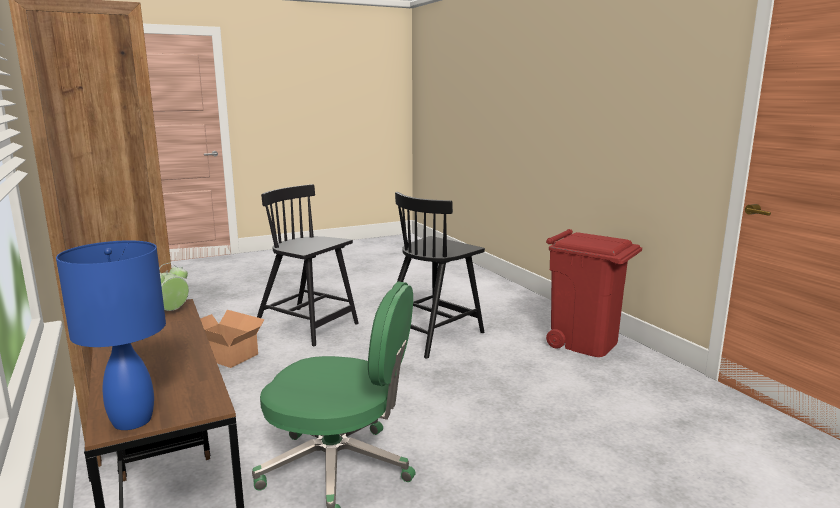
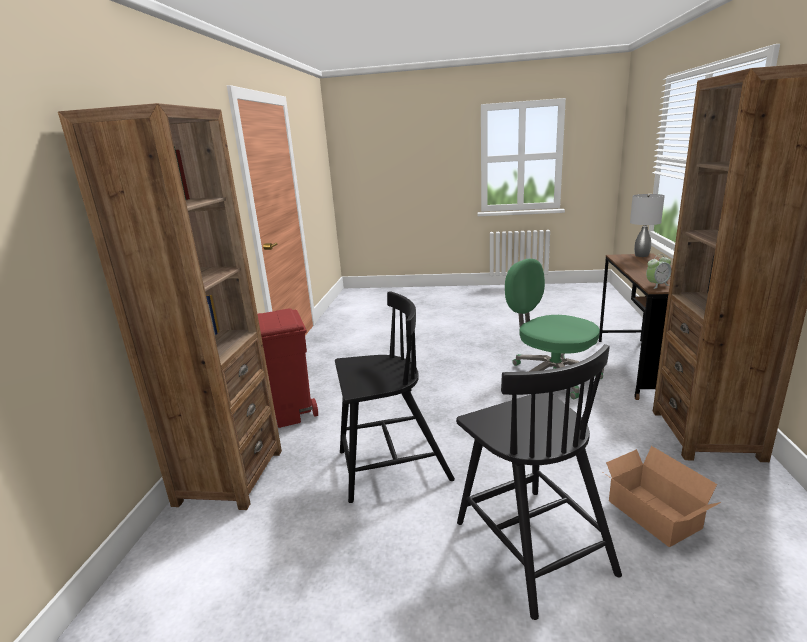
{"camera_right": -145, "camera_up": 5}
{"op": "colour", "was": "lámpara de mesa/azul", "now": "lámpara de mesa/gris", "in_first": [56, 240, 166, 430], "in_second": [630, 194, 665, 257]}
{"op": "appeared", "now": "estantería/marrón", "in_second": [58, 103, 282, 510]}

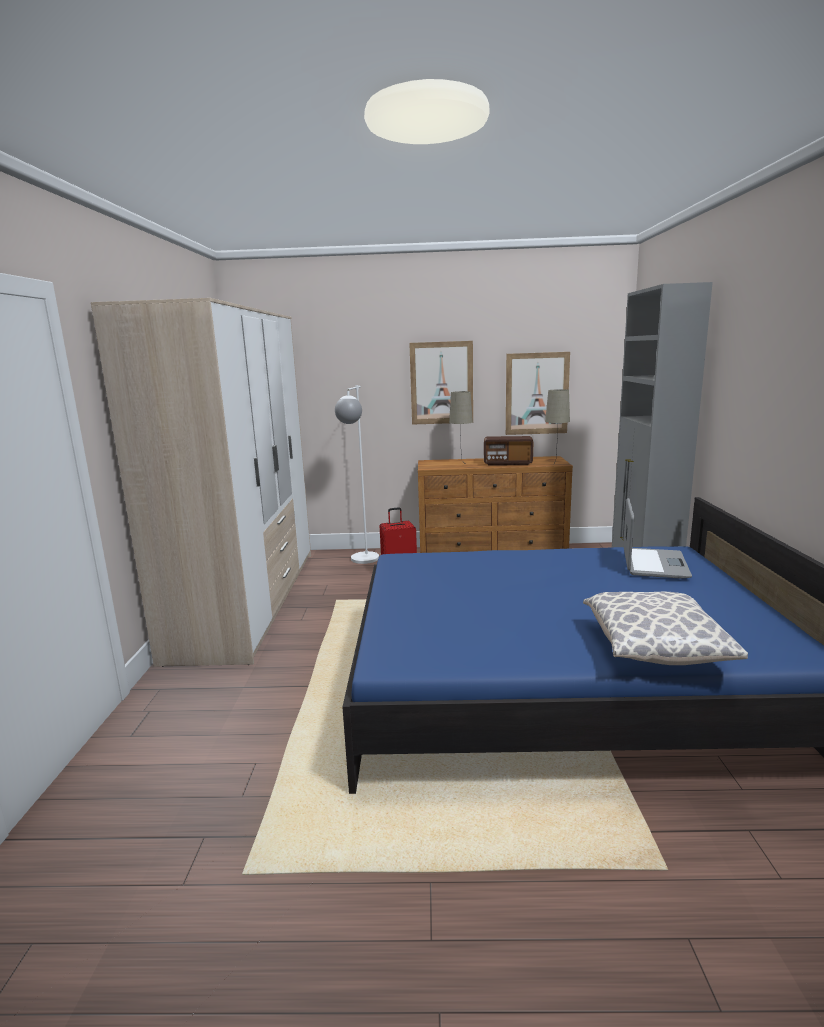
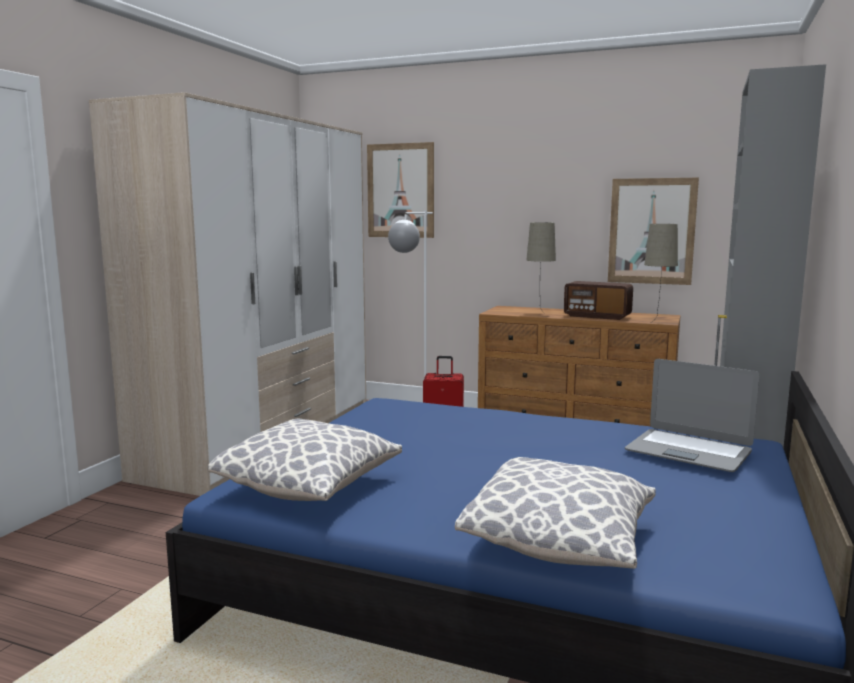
{"camera_right": 20, "camera_up": -5}
{"op": "relocated", "was": "cuadro", "in_first": [409, 341, 473, 425], "in_second": [367, 142, 434, 238]}
{"op": "spun", "was": "portátil", "in_first": [623, 498, 692, 578], "in_second": [625, 359, 760, 472], "clockwise": 90}
{"op": "appeared", "now": "cojín", "in_second": [208, 419, 402, 501]}

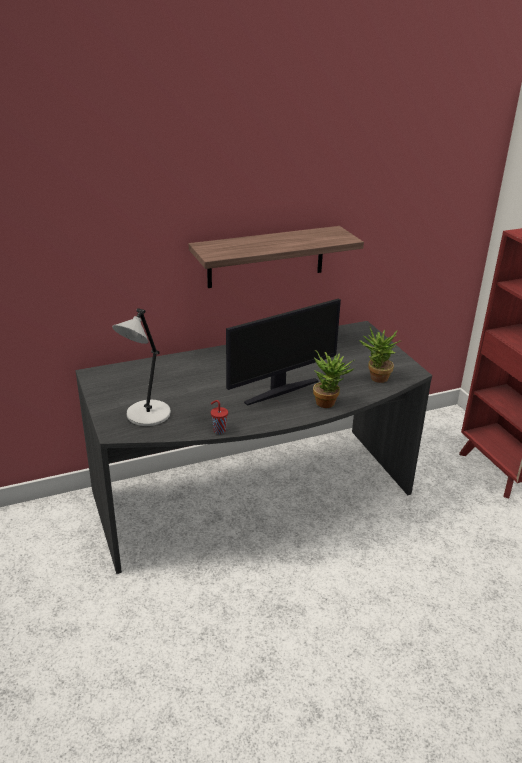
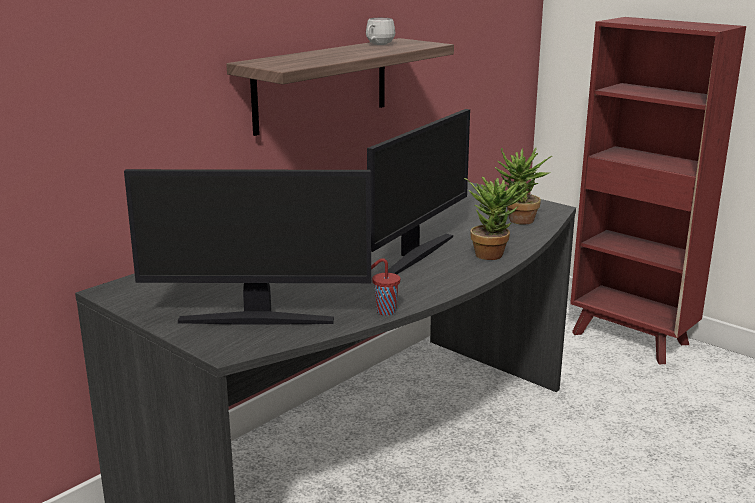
{"camera_right": -25, "camera_up": -10}
{"op": "exchanged", "was": "lámpara de mesa/gris", "now": "monitor", "in_first": [112, 308, 171, 426], "in_second": [124, 169, 371, 325]}
{"op": "appeared", "now": "taza grande/blanco", "in_second": [366, 18, 395, 45]}

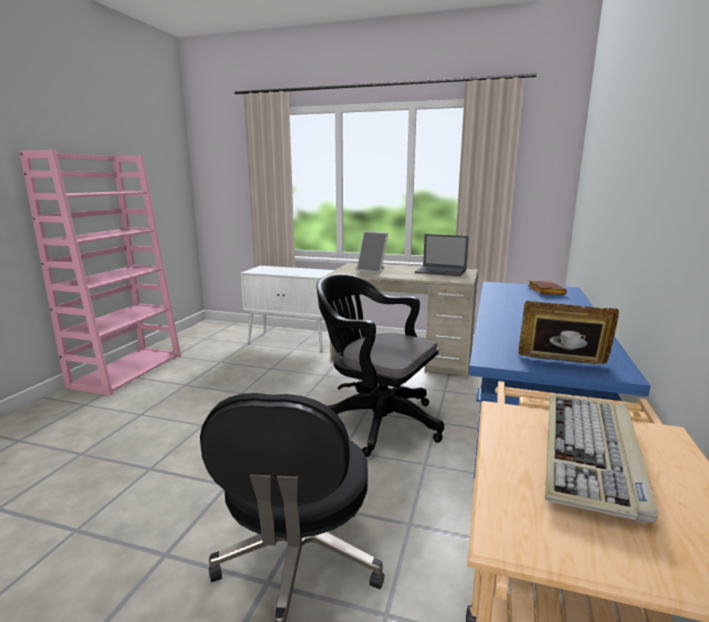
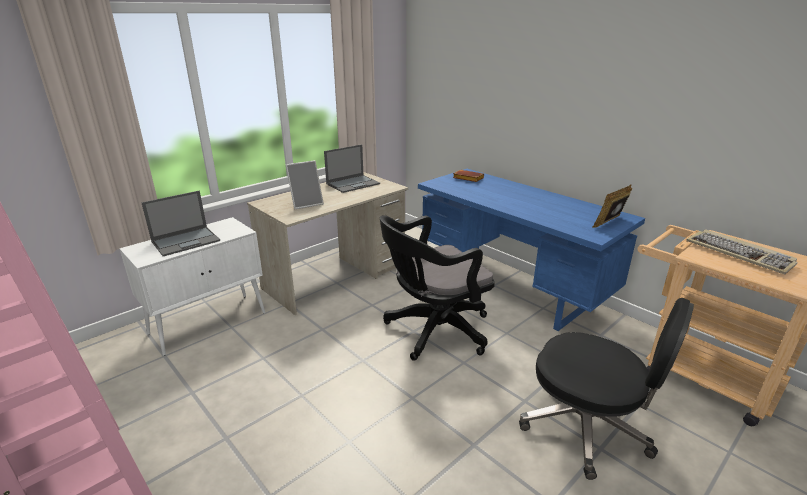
{"camera_right": -60, "camera_up": 10}
{"op": "appeared", "now": "portátil", "in_second": [141, 191, 220, 256]}

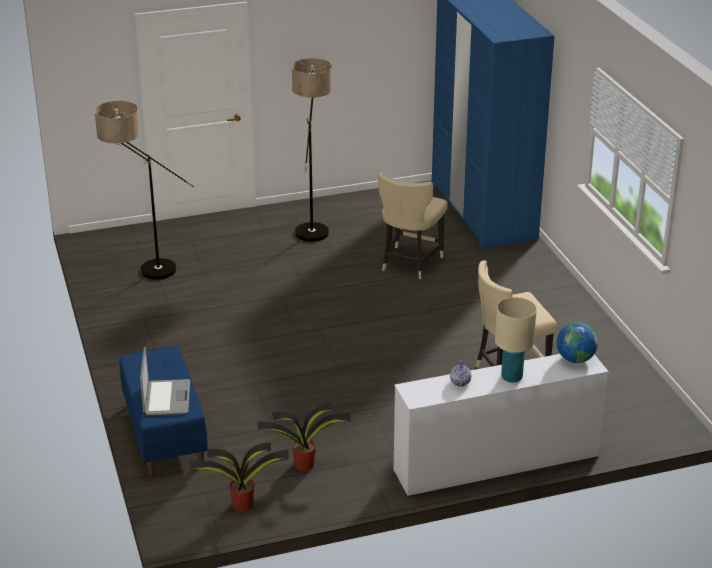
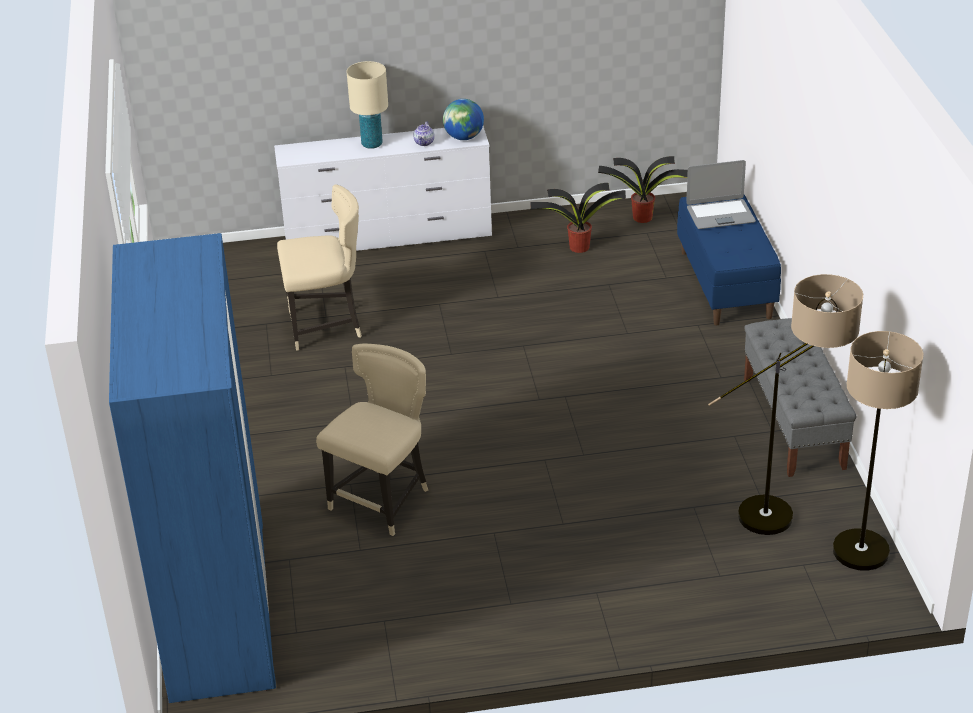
{"camera_right": -170, "camera_up": 5}
{"op": "relocated", "was": "lámpara de pie", "in_first": [292, 58, 332, 242], "in_second": [833, 331, 924, 571]}
{"op": "relocated", "was": "globo terráqueo", "in_first": [557, 322, 598, 363], "in_second": [443, 99, 484, 140]}
{"op": "spun", "was": "portátil", "in_first": [140, 347, 190, 415], "in_second": [686, 160, 756, 229], "clockwise": -105}
{"op": "appeared", "now": "banco/gris", "in_second": [744, 318, 856, 477]}

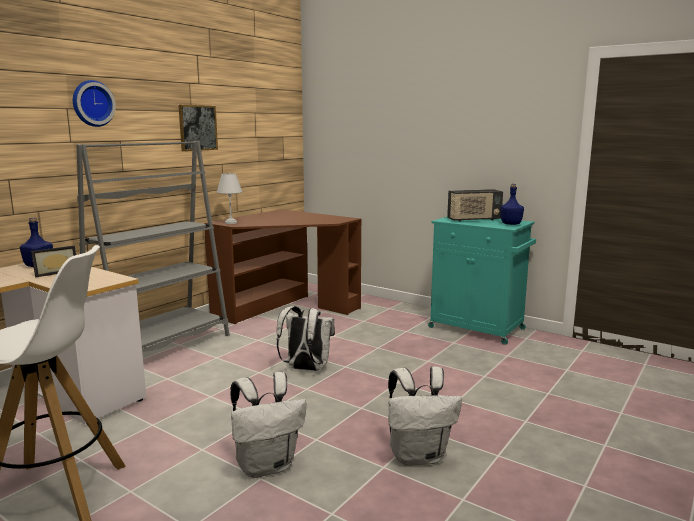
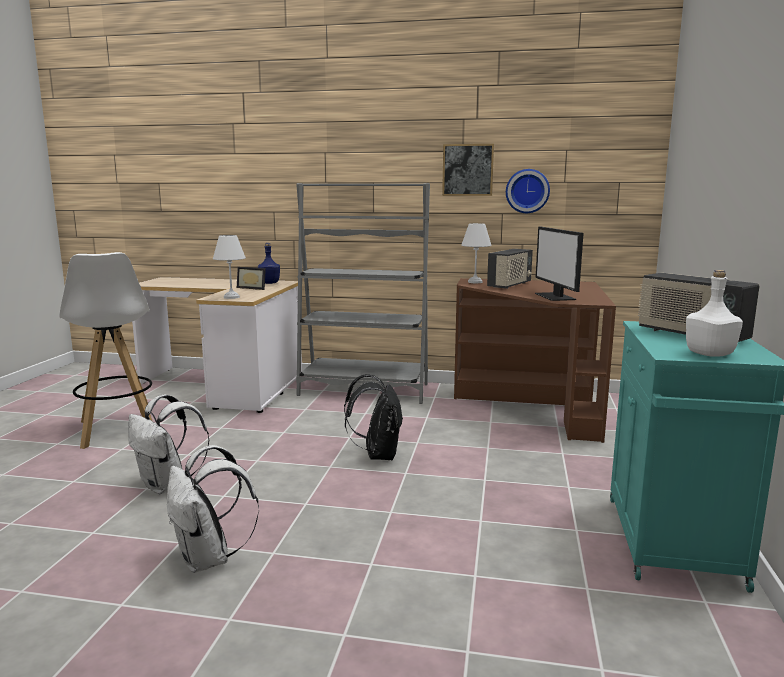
{"camera_right": 65, "camera_up": 0}
{"op": "relocated", "was": "reloj de pared", "in_first": [73, 80, 116, 127], "in_second": [506, 169, 550, 213]}
{"op": "colour", "was": "botella/azul", "now": "botella/blanco", "in_first": [500, 184, 524, 225], "in_second": [686, 270, 743, 357]}
{"op": "colour", "was": "mochila/blanco", "now": "mochila/negro", "in_first": [276, 306, 335, 371], "in_second": [344, 374, 403, 460]}
{"op": "appeared", "now": "monitor", "in_second": [535, 227, 583, 301]}
{"op": "appeared", "now": "lámpara de mesa/blanco", "in_second": [213, 235, 246, 299]}
{"op": "appeared", "now": "radio", "in_second": [487, 249, 533, 289]}

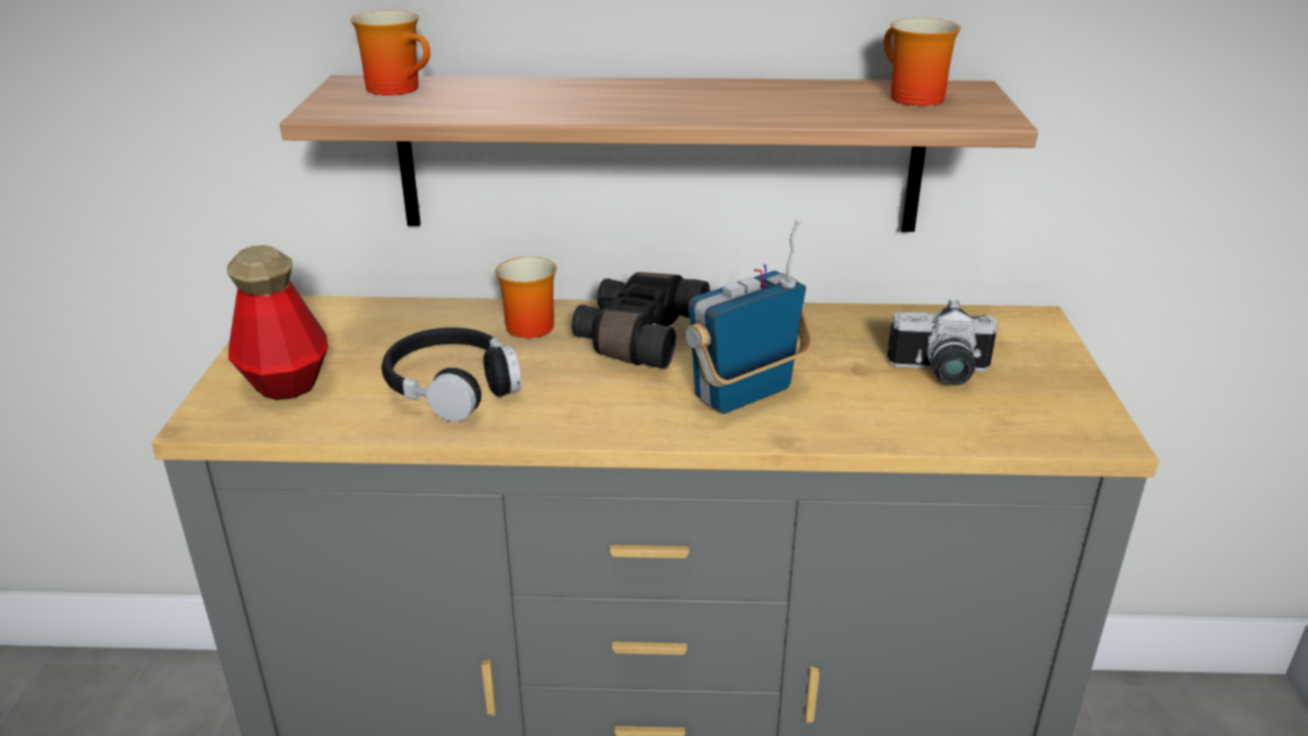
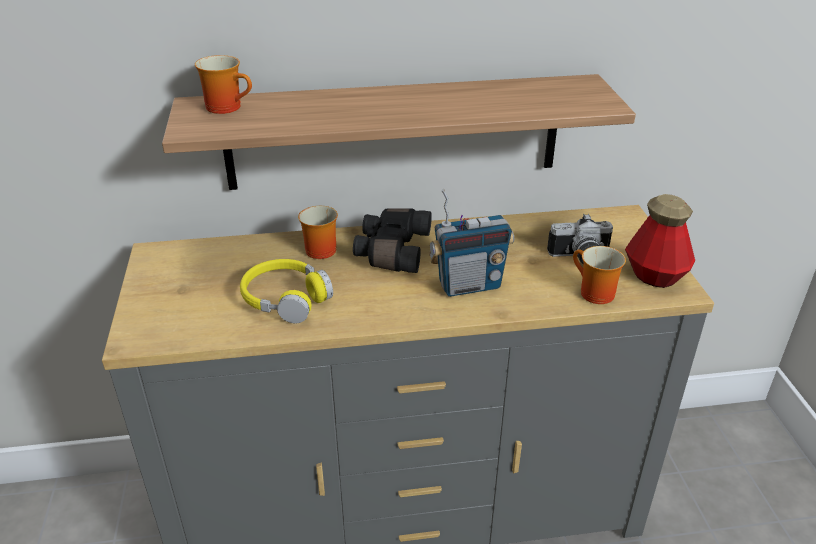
{"camera_right": -10, "camera_up": 5}
{"op": "relocated", "was": "taza grande", "in_first": [884, 18, 961, 106], "in_second": [573, 246, 626, 304]}
{"op": "spun", "was": "radio", "in_first": [686, 221, 813, 414], "in_second": [429, 189, 514, 297], "clockwise": -150}
{"op": "relocated", "was": "botella", "in_first": [227, 245, 328, 400], "in_second": [625, 194, 695, 288]}
{"op": "colour", "was": "auriculares/negro", "now": "auriculares/amarillo", "in_first": [382, 327, 522, 422], "in_second": [240, 259, 333, 323]}

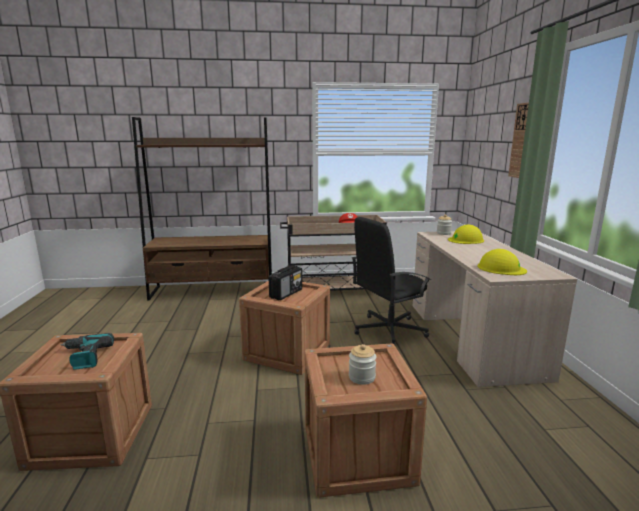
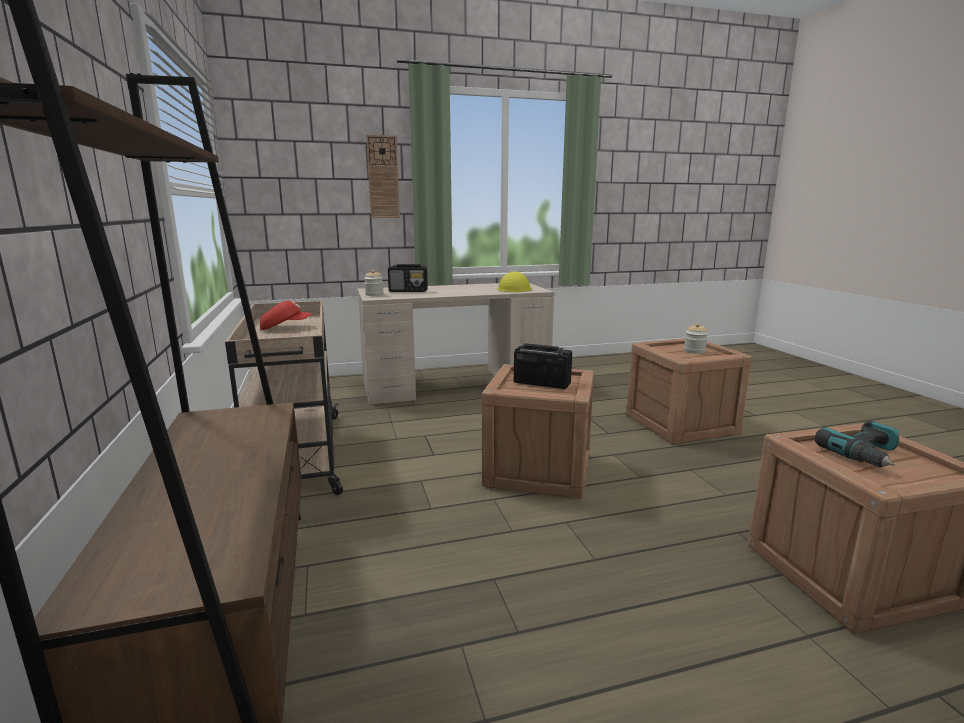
{"camera_right": -100, "camera_up": 0}
{"op": "missing", "was": "silla de oficina/negro", "in_first": [352, 217, 431, 345]}
{"op": "exchanged", "was": "casco/amarillo", "now": "radio", "in_first": [448, 225, 484, 244], "in_second": [388, 264, 428, 292]}

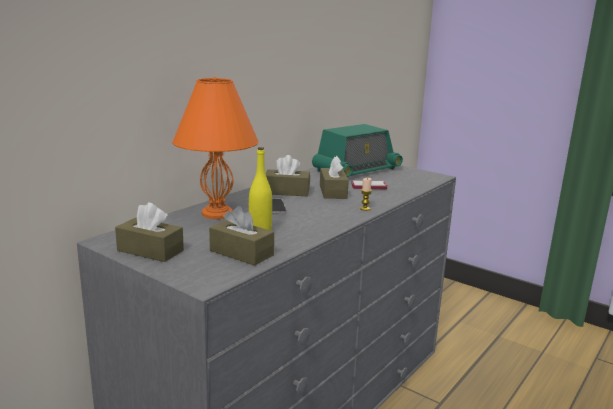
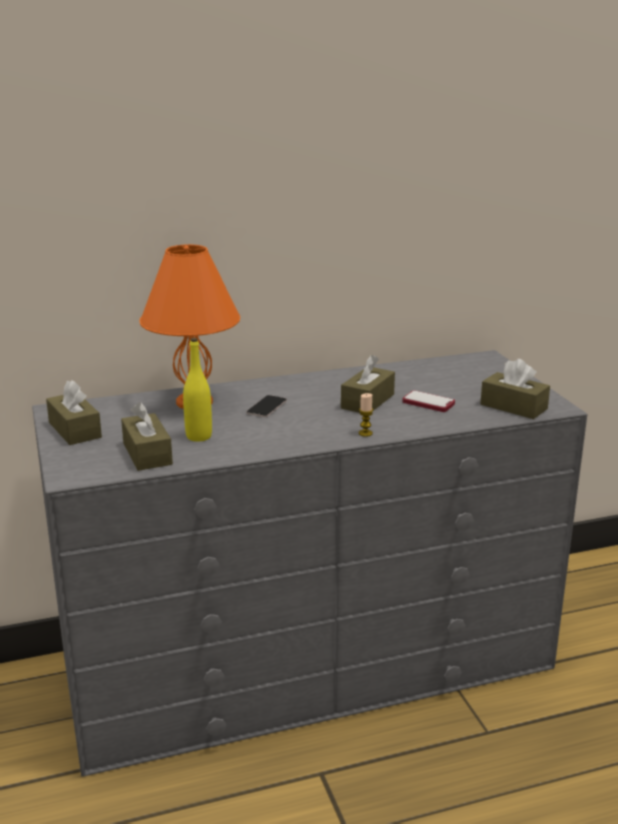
{"camera_right": 35, "camera_up": 5}
{"op": "missing", "was": "radio", "in_first": [312, 124, 403, 177]}
{"op": "relocated", "was": "caja de pañuelos/marrón", "in_first": [265, 155, 310, 196], "in_second": [480, 359, 550, 419]}

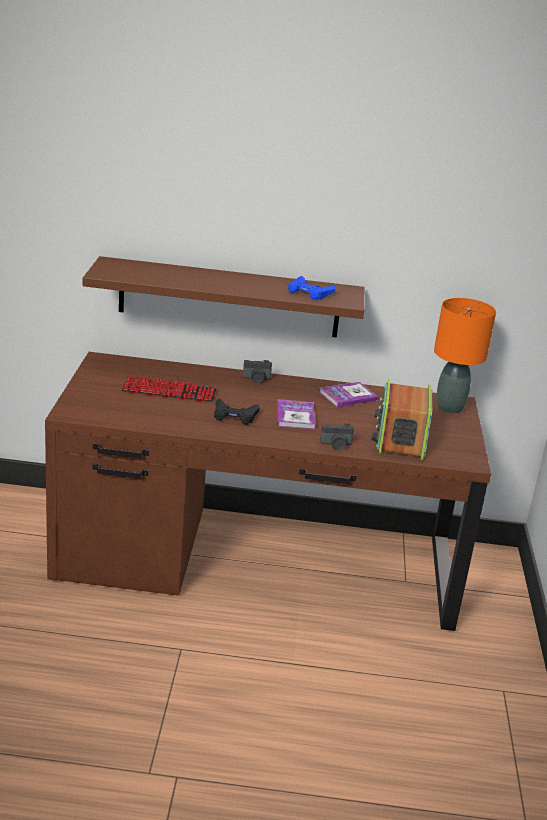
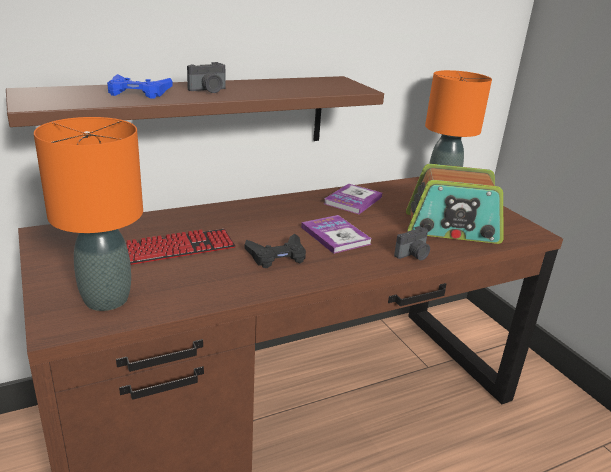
{"camera_right": -30, "camera_up": 0}
{"op": "relocated", "was": "mando de consola/azul", "in_first": [288, 276, 336, 300], "in_second": [107, 74, 173, 99]}
{"op": "relocated", "was": "cámara", "in_first": [243, 360, 272, 383], "in_second": [187, 62, 226, 93]}
{"op": "spun", "was": "radio", "in_first": [371, 379, 432, 460], "in_second": [406, 164, 503, 244], "clockwise": -60}
{"op": "appeared", "now": "lámpara de mesa/naranja", "in_second": [34, 117, 143, 311]}

